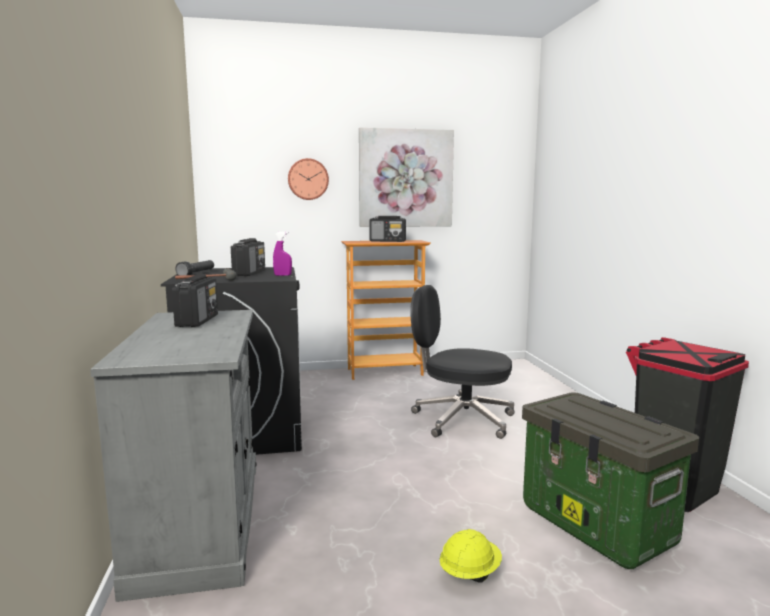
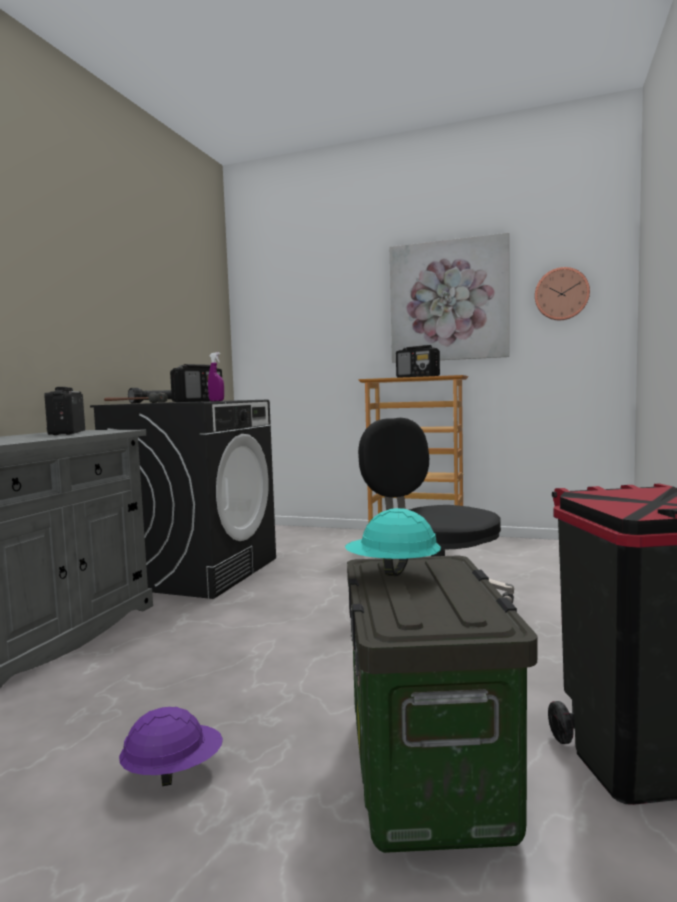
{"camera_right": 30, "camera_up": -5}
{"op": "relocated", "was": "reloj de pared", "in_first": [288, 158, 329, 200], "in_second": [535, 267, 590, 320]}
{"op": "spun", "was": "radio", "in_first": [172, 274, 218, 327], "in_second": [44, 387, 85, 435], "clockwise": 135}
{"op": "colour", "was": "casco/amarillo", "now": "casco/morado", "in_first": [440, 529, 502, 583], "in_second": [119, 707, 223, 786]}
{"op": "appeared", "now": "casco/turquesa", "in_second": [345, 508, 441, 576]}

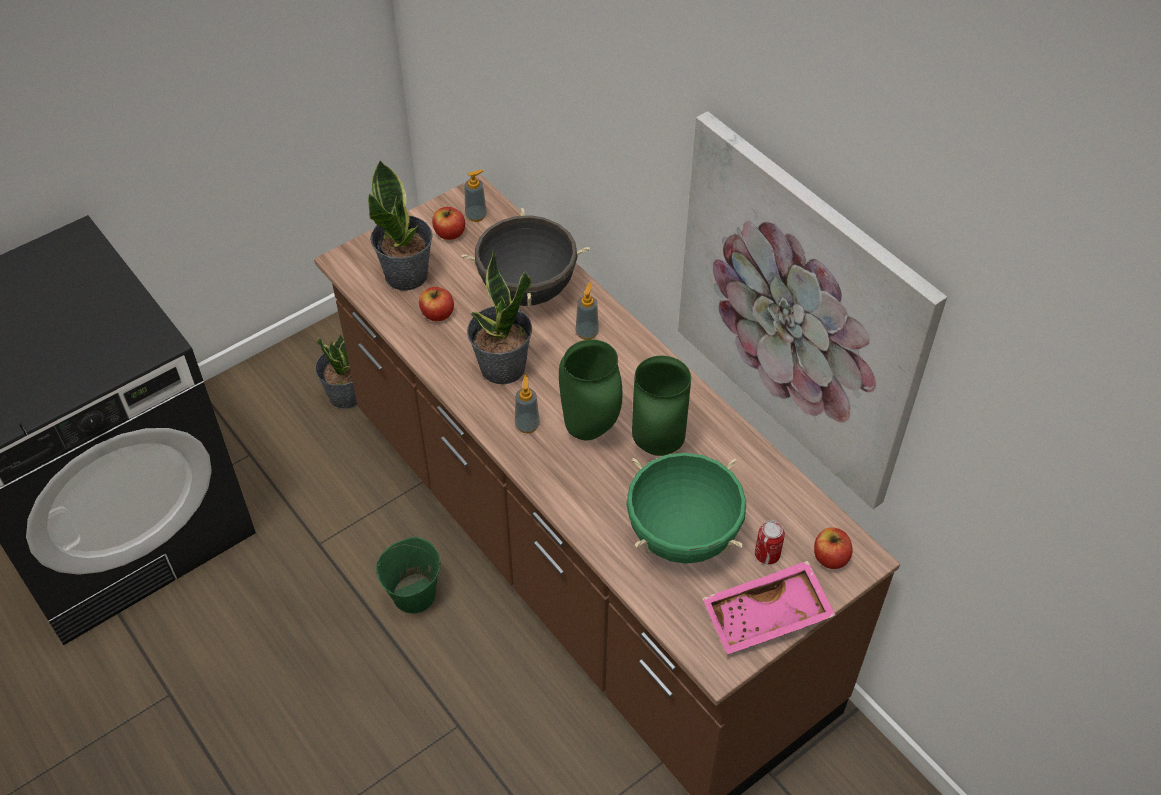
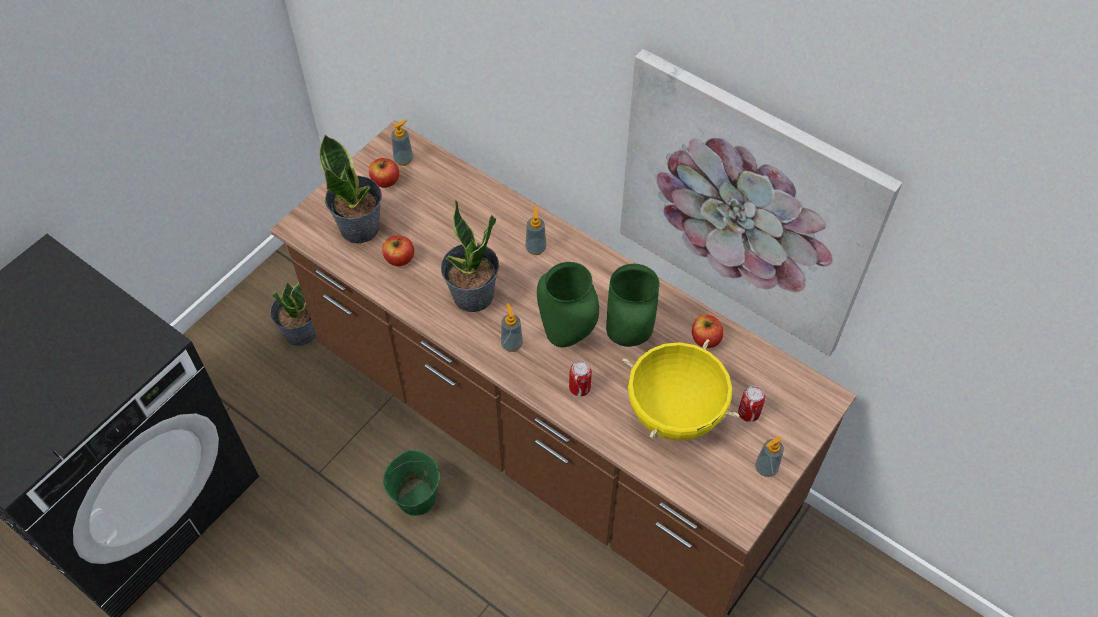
{"camera_right": -15, "camera_up": 5}
{"op": "missing", "was": "olla/negro", "in_first": [462, 208, 590, 307]}
{"op": "colour", "was": "olla/verde", "now": "olla/amarillo", "in_first": [626, 453, 746, 564], "in_second": [622, 339, 739, 441]}
{"op": "relocated", "was": "manzana", "in_first": [814, 527, 852, 569], "in_second": [692, 315, 724, 348]}
{"op": "exchanged", "was": "bandeja/rosa", "now": "dispensador de jabón", "in_first": [702, 561, 836, 655], "in_second": [755, 436, 784, 477]}
{"op": "appeared", "now": "lata", "in_second": [569, 360, 592, 397]}

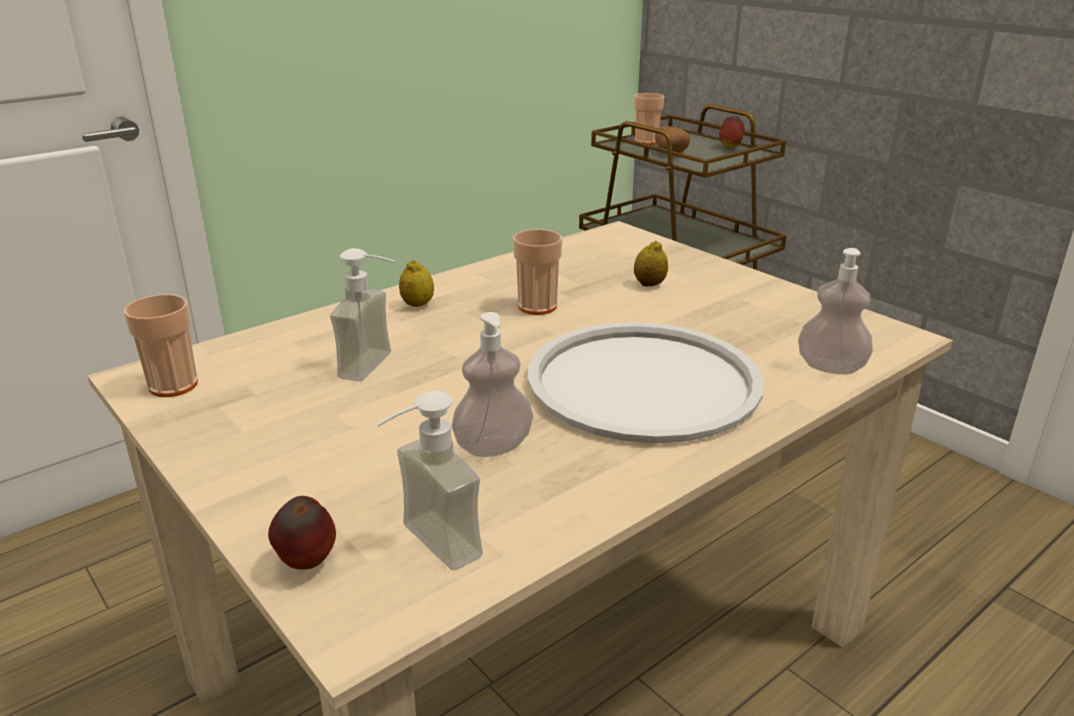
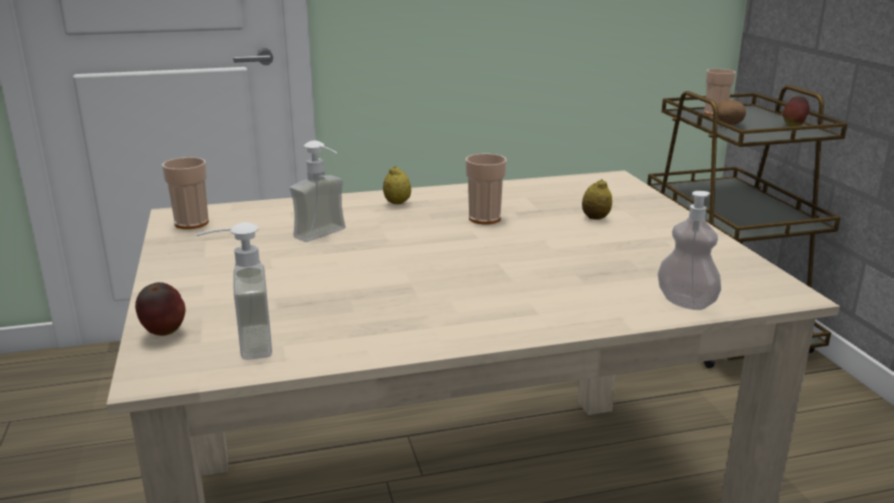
{"camera_right": 25, "camera_up": -5}
{"op": "missing", "was": "dispensador de jabón", "in_first": [451, 312, 534, 457]}
{"op": "missing", "was": "bandeja/blanco", "in_first": [528, 322, 764, 443]}

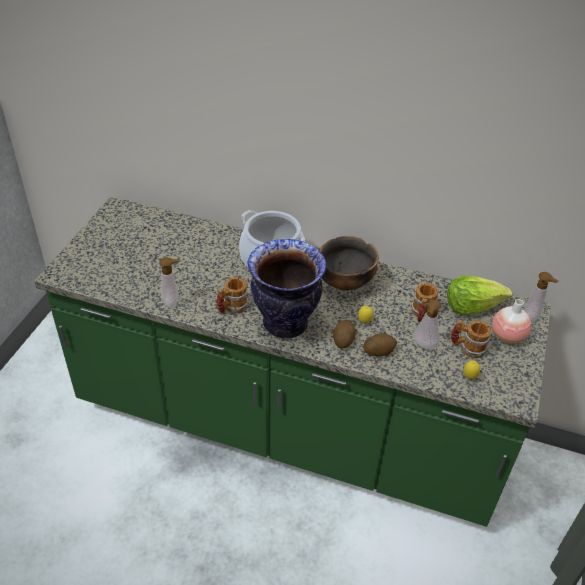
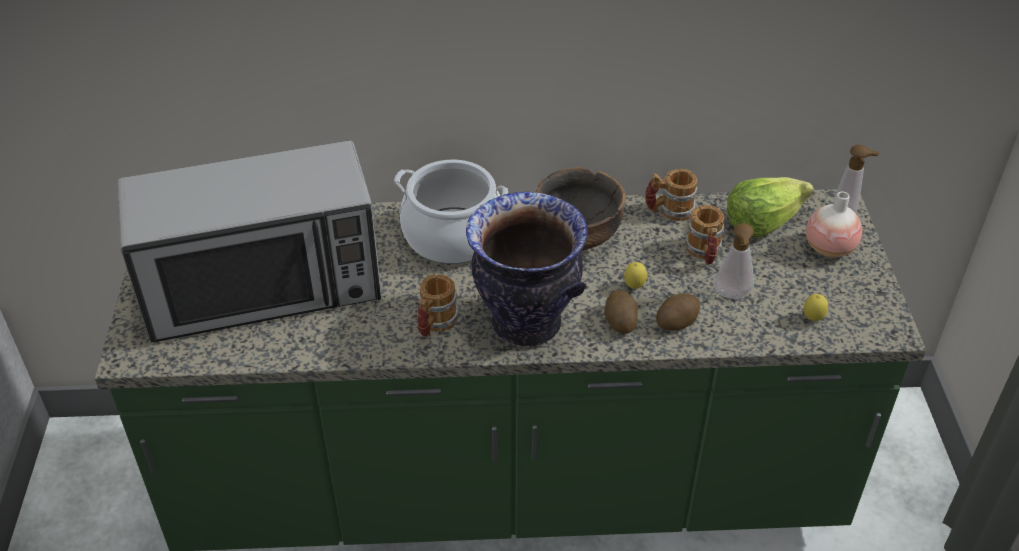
{"camera_right": -20, "camera_up": 0}
{"op": "missing", "was": "dispensador de jabón", "in_first": [159, 257, 179, 308]}
{"op": "relocated", "was": "taza grande", "in_first": [451, 320, 491, 358], "in_second": [645, 169, 697, 221]}
{"op": "appeared", "now": "microondas", "in_second": [117, 141, 381, 343]}

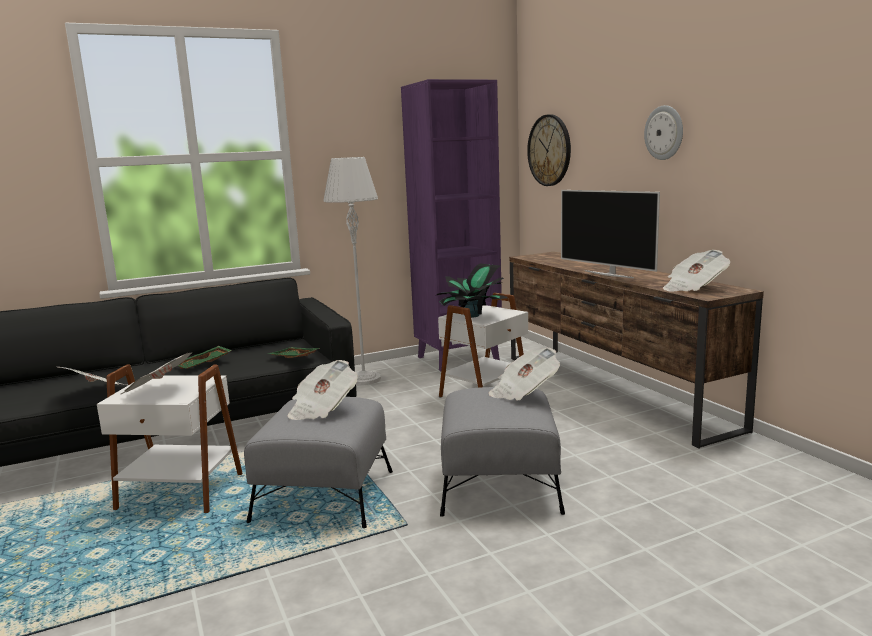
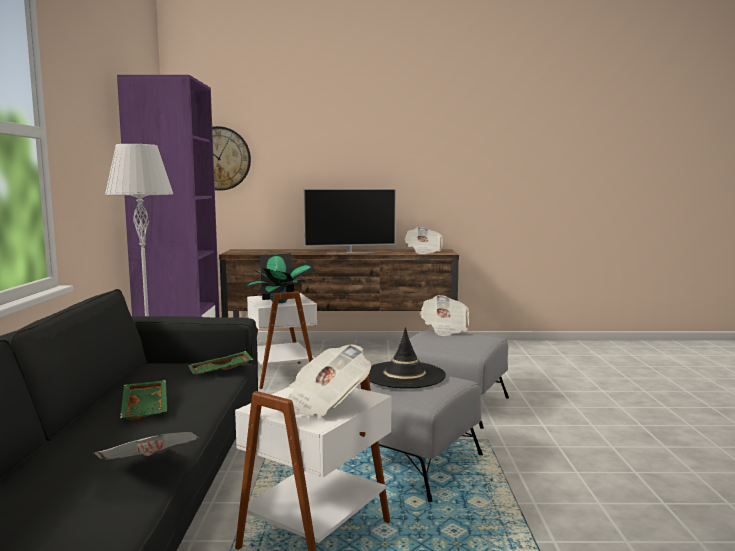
{"camera_right": -65, "camera_up": -5}
{"op": "missing", "was": "reloj de pared", "in_first": [644, 105, 683, 160]}
{"op": "exchanged", "was": "periódico", "now": "sombrero/negro", "in_first": [288, 360, 358, 420], "in_second": [368, 327, 446, 389]}

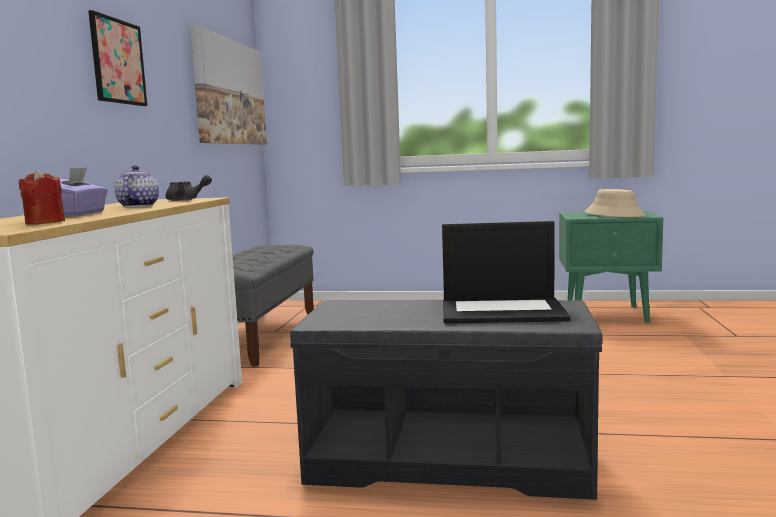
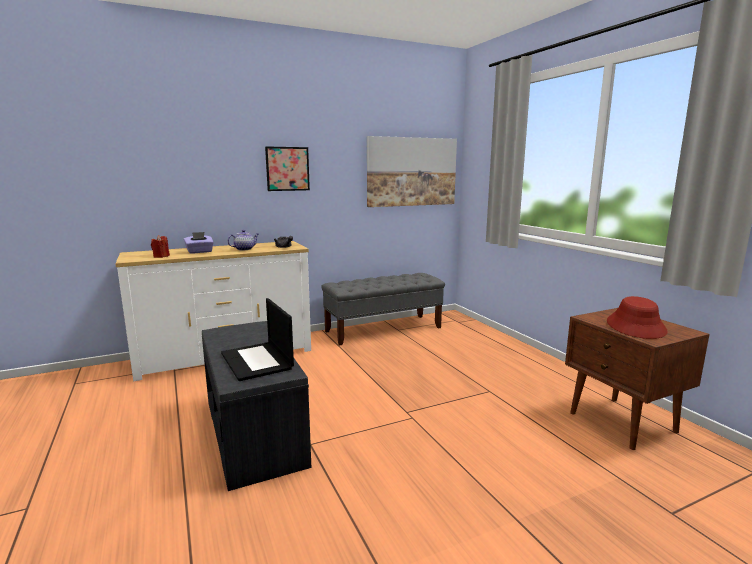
{"camera_right": 55, "camera_up": 5}
{"op": "colour", "was": "sombrero/beis", "now": "sombrero/rojo", "in_first": [584, 189, 646, 217], "in_second": [607, 296, 668, 339]}
{"op": "colour", "was": "mesita de noche/verde", "now": "mesita de noche/marrón", "in_first": [559, 211, 663, 323], "in_second": [565, 308, 710, 450]}

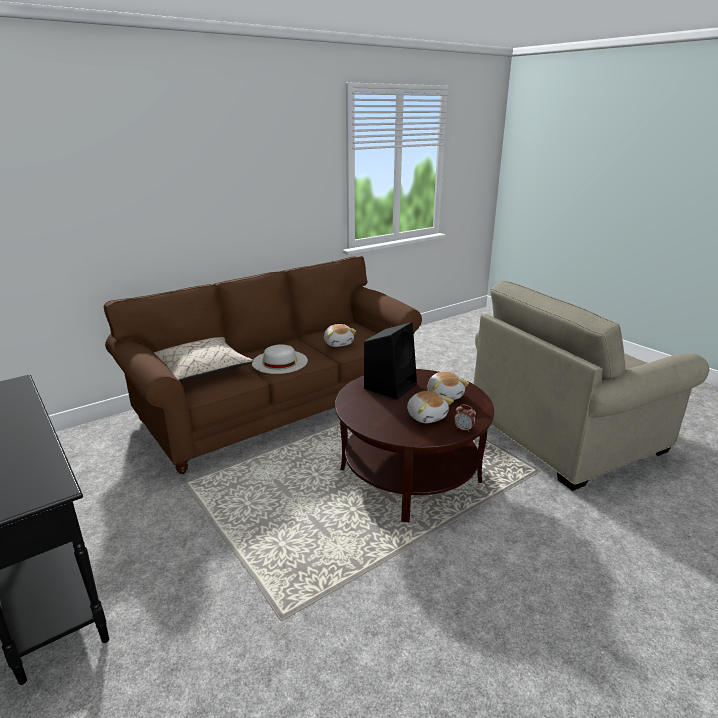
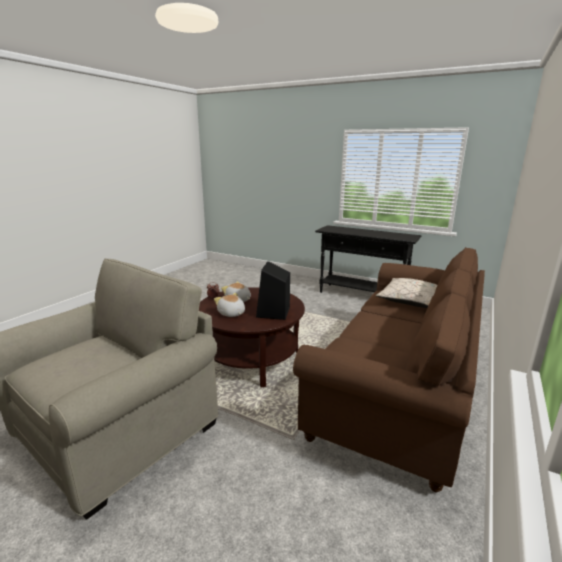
{"camera_right": 155, "camera_up": -5}
{"op": "missing", "was": "peluche", "in_first": [324, 324, 356, 347]}
{"op": "missing", "was": "sombrero/blanco", "in_first": [252, 344, 308, 374]}

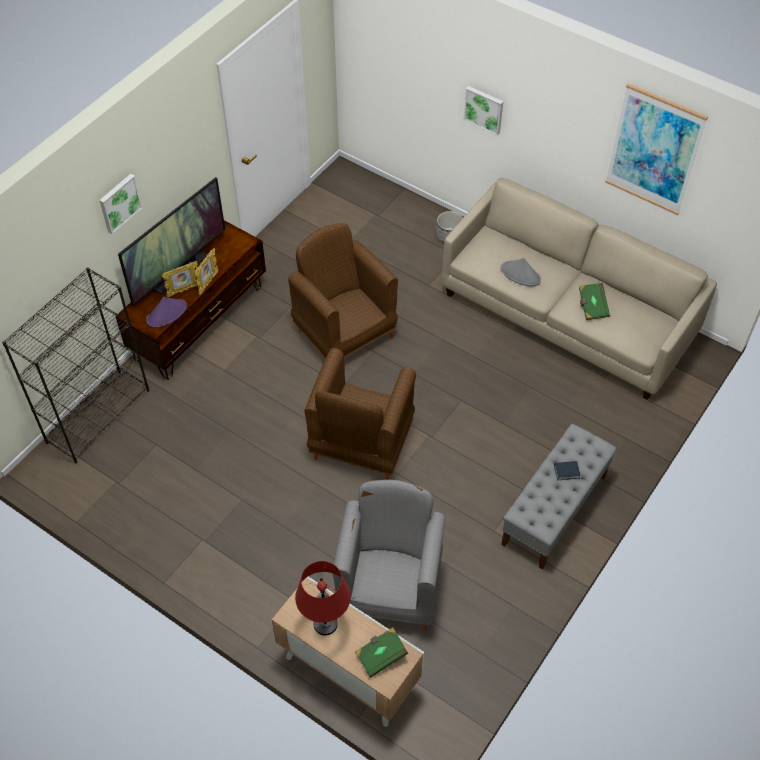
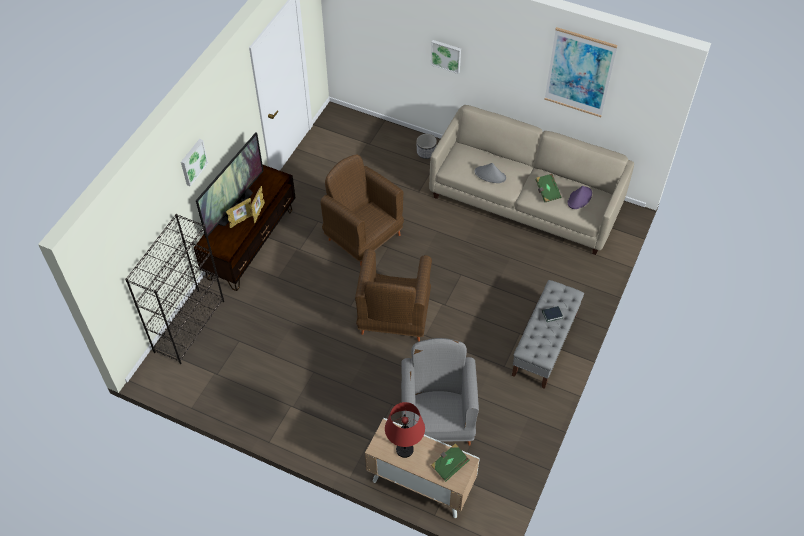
{"camera_right": -10, "camera_up": 0}
{"op": "relocated", "was": "sombrero/morado", "in_first": [146, 297, 187, 328], "in_second": [568, 186, 592, 209]}

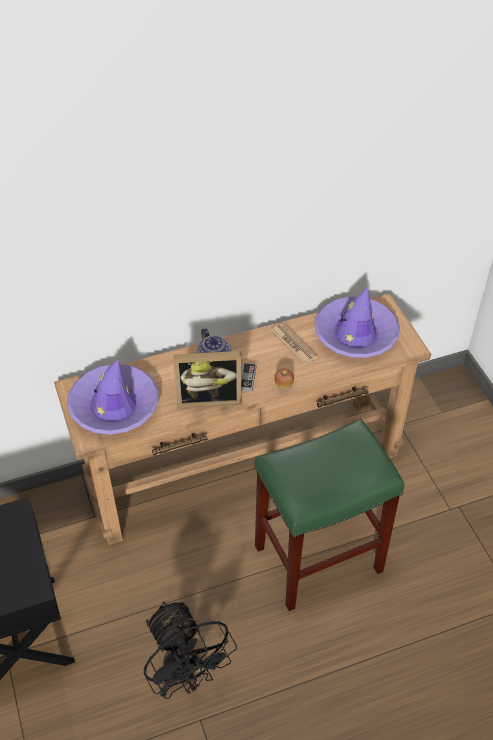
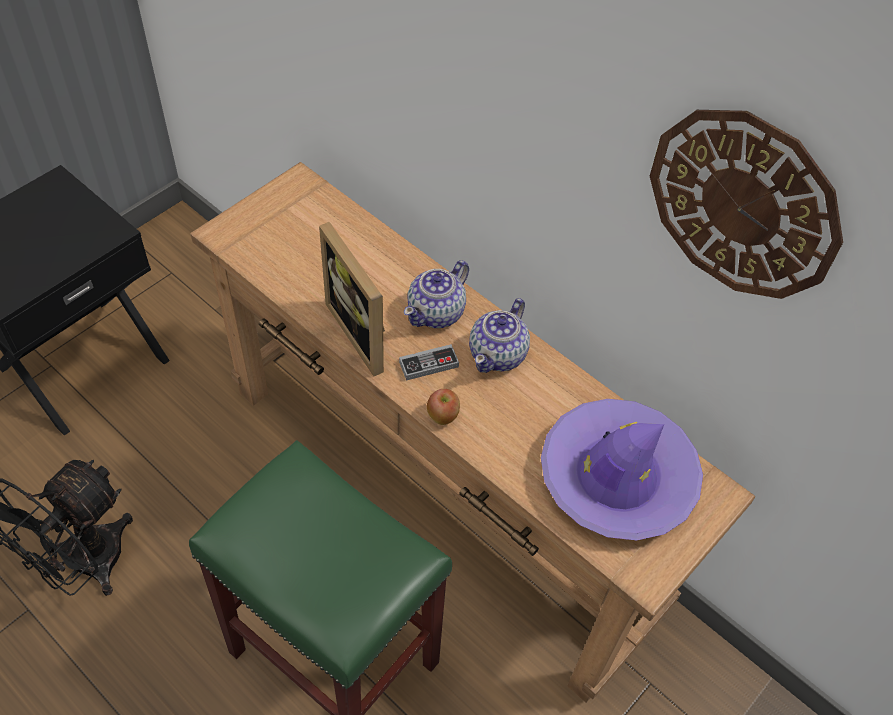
{"camera_right": 60, "camera_up": 5}
{"op": "missing", "was": "periódico", "in_first": [271, 323, 318, 365]}
{"op": "missing", "was": "sombrero/morado", "in_first": [67, 359, 159, 435]}
{"op": "appeared", "now": "reloj de pared", "in_second": [650, 110, 843, 299]}
{"op": "appeared", "now": "tetera", "in_second": [469, 298, 530, 373]}

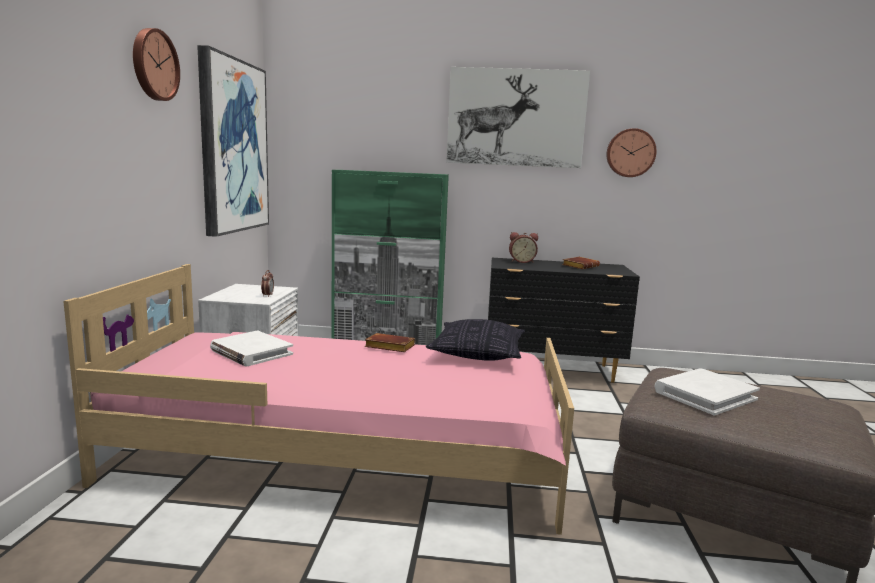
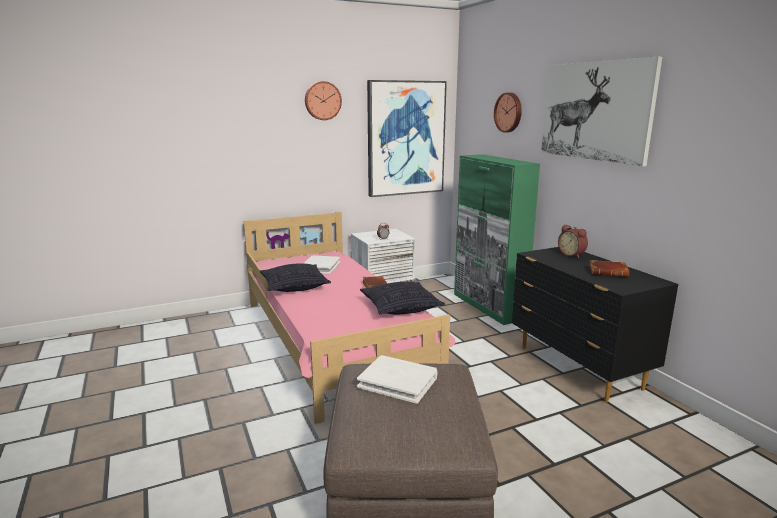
{"camera_right": 60, "camera_up": 5}
{"op": "relocated", "was": "reloj de pared", "in_first": [607, 128, 657, 177], "in_second": [494, 92, 522, 133]}
{"op": "appeared", "now": "cojín", "in_second": [260, 264, 331, 292]}

